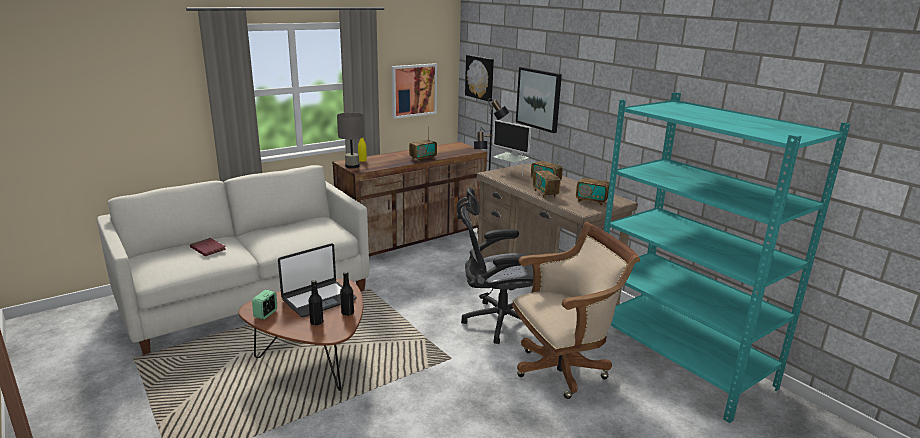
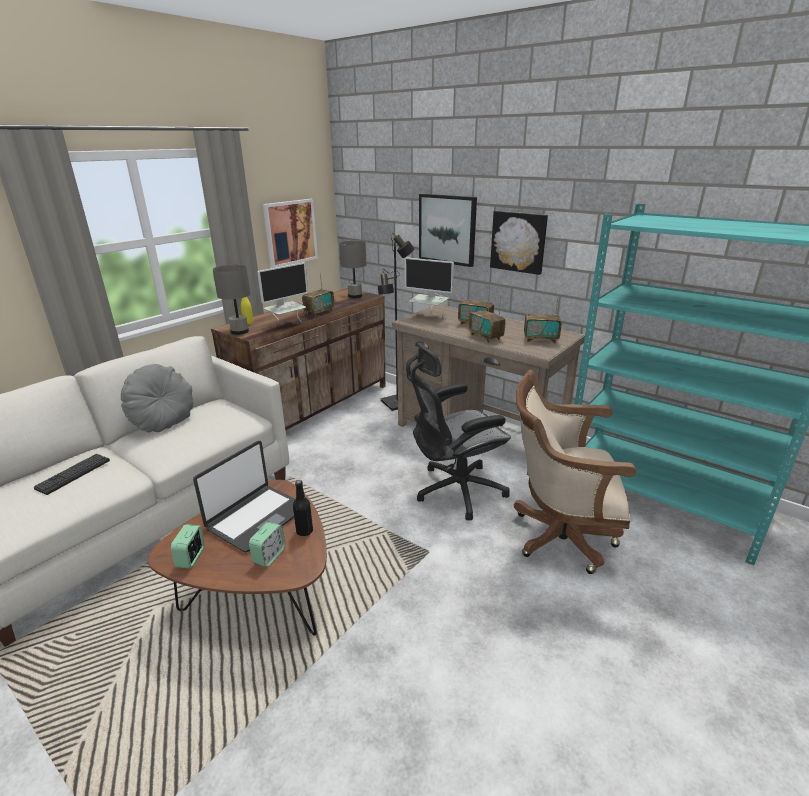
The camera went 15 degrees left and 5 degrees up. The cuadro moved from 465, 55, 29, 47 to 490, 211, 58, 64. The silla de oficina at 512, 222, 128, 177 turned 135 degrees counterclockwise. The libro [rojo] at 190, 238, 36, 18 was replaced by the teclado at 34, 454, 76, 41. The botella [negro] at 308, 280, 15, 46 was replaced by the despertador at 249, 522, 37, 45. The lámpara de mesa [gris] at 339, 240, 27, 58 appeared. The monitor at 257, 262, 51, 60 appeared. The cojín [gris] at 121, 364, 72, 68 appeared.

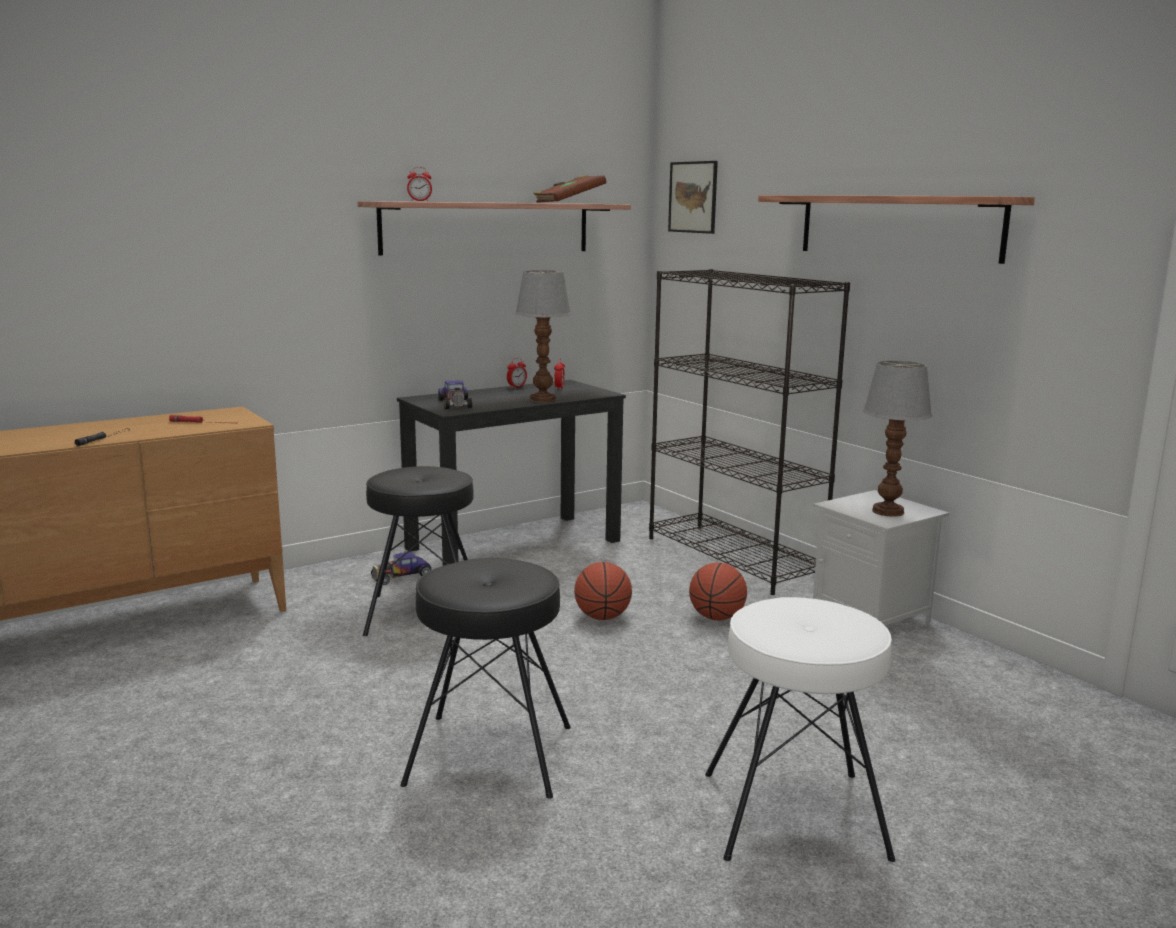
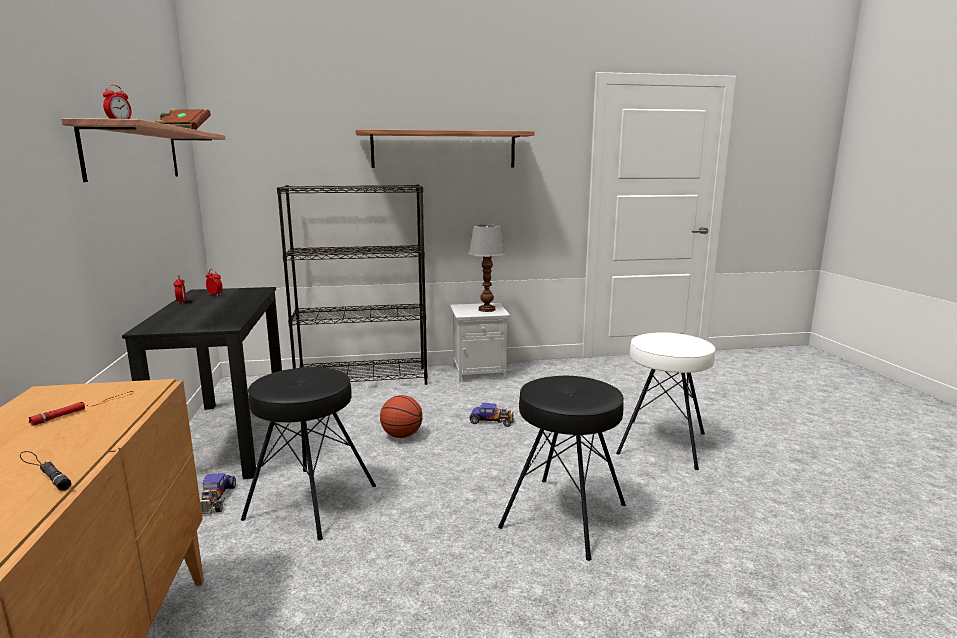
The camera went 65 degrees left and 0 degrees up. The cuadro at 668, 161, 50, 73 disappeared. The lámpara de mesa at 515, 270, 56, 133 disappeared. The coche de juguete moved from 438, 380, 34, 29 to 469, 403, 45, 24. The balón de baloncesto at 689, 562, 58, 58 disappeared.

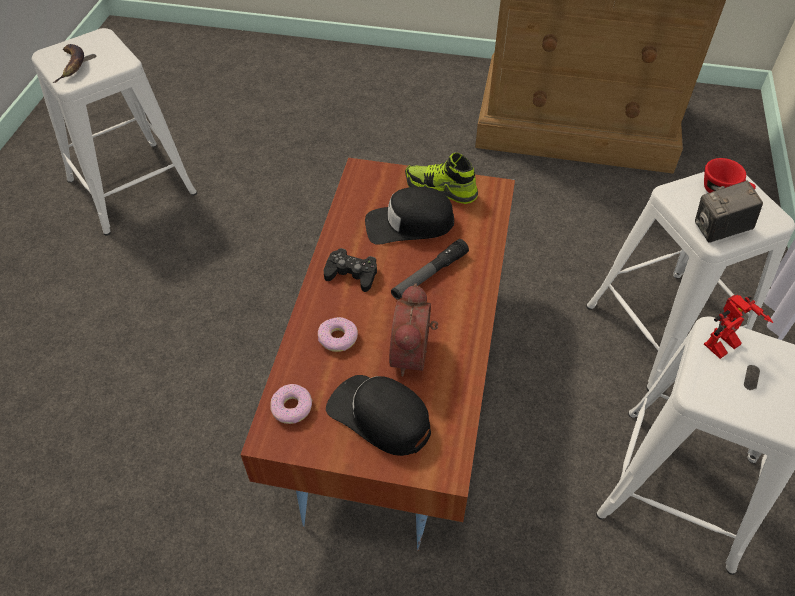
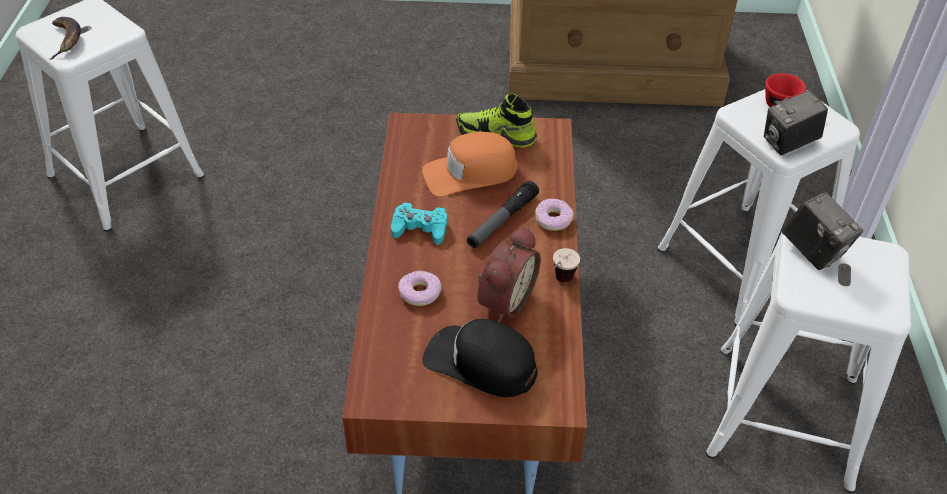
The camera went 10 degrees left and 5 degrees down. The gorra [negro] at 365, 187, 89, 58 became the gorra [naranja] at 422, 132, 96, 64. The mando de consola [negro] at 324, 248, 53, 44 became the mando de consola [turquesa] at 391, 202, 56, 43. The despertador at 389, 283, 49, 93 turned 150 degrees counterclockwise. The robot de juguete at 704, 295, 69, 64 was replaced by the cámara at 782, 192, 81, 78. The rosquilla moved from 270, 384, 42, 40 to 535, 199, 38, 32. The taza at 553, 248, 27, 34 appeared.

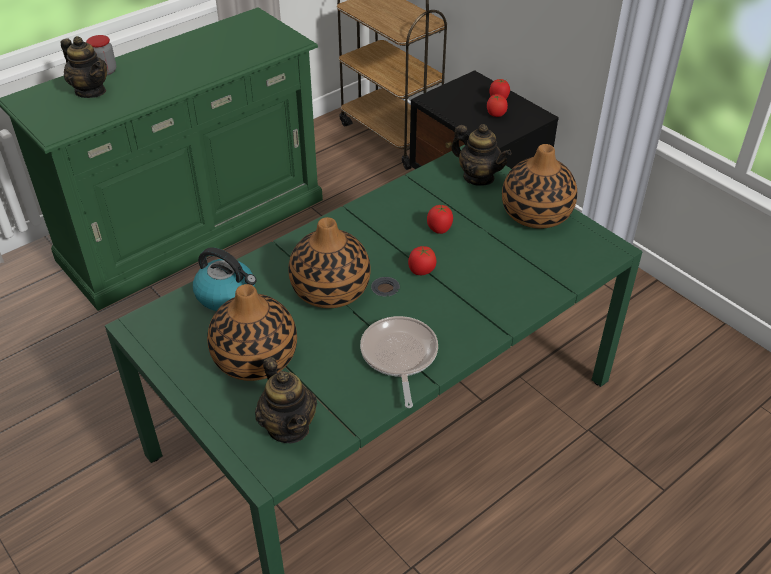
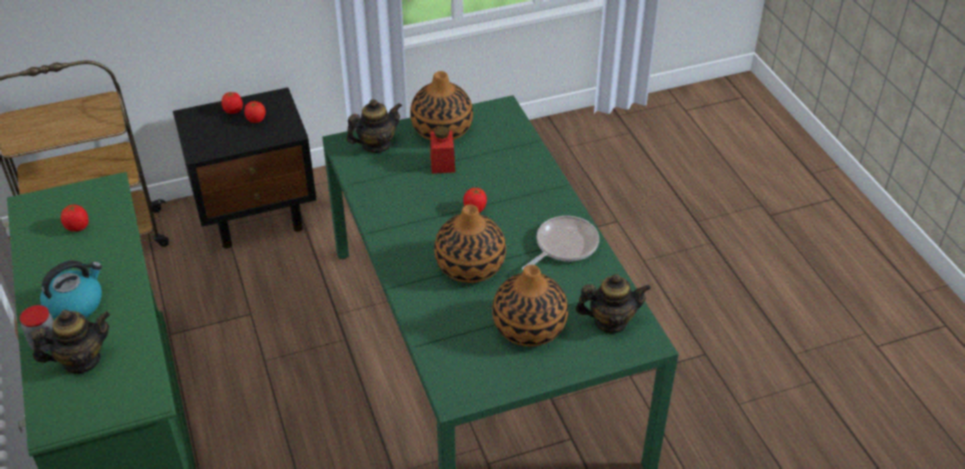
The camera went 70 degrees left and 0 degrees up. The tomate moved from 427, 205, 26, 29 to 61, 204, 28, 28. The hervidor moved from 193, 247, 64, 64 to 40, 260, 62, 59. The sartén at 360, 316, 78, 92 turned 120 degrees clockwise. The tarro [rojo] at 430, 126, 25, 48 appeared.

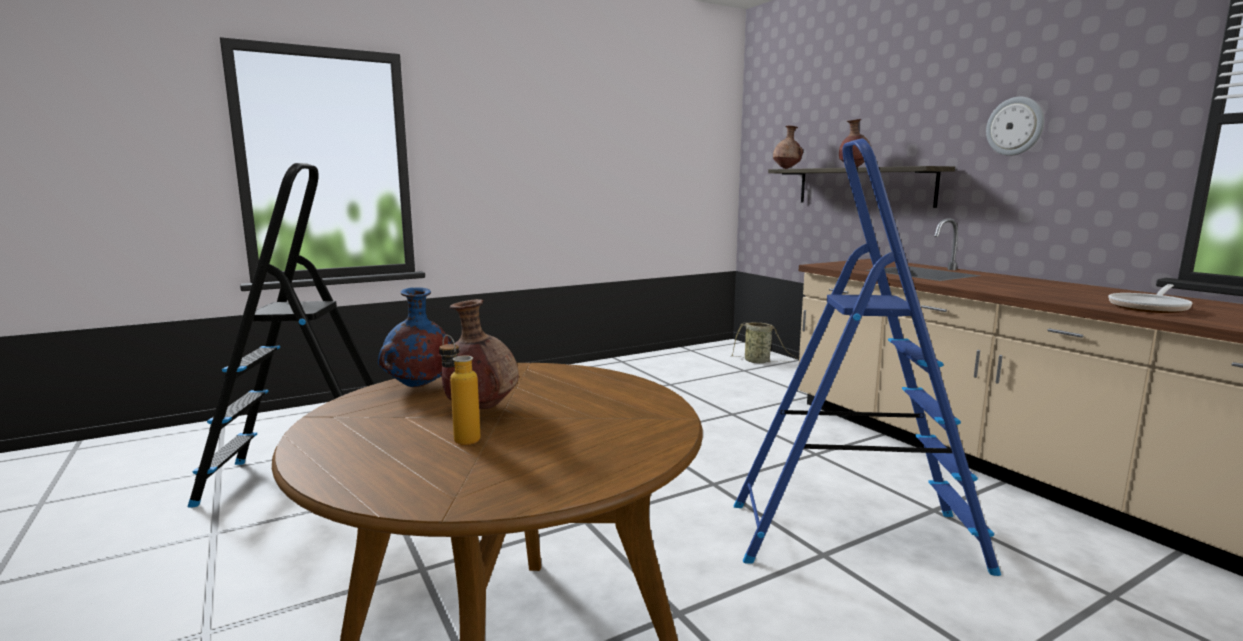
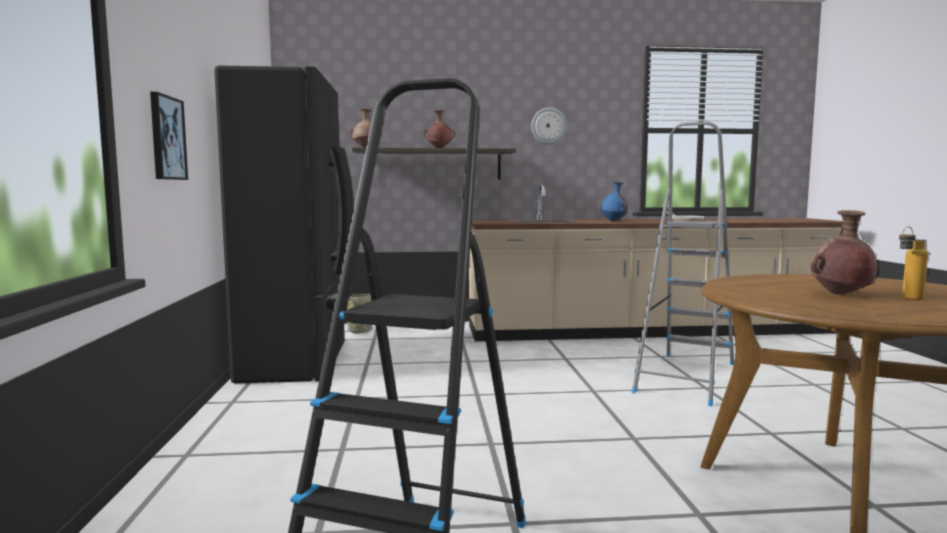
The camera went 65 degrees left and 5 degrees down. The escalera de tijera [azul] at 734, 139, 267, 437 became the escalera de tijera [gris] at 632, 121, 102, 285. The florero [azul] moved from 378, 287, 74, 100 to 601, 182, 27, 39. The nevera [negro] at 214, 66, 140, 317 appeared. The cuadro at 150, 92, 38, 88 appeared.

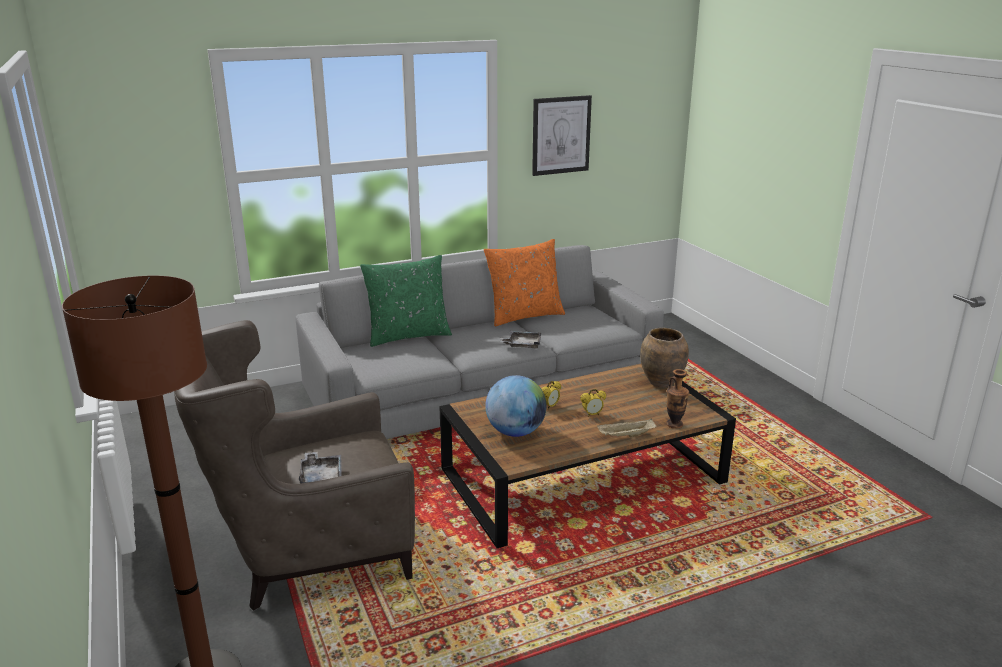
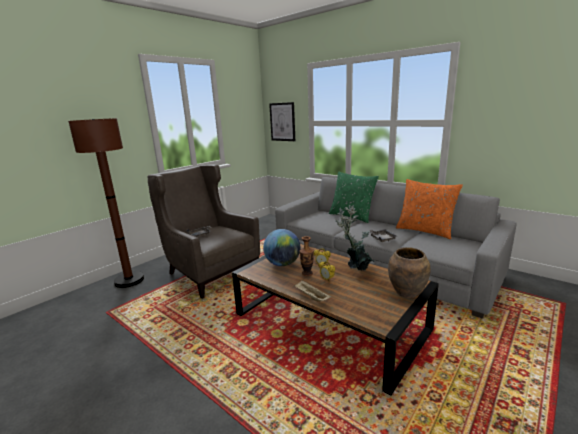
The camera went 65 degrees right and 5 degrees down. The cuadro moved from 532, 95, 60, 81 to 269, 102, 26, 39. The florero moved from 666, 369, 23, 60 to 300, 236, 14, 40. The planta en maceta at 335, 205, 39, 66 appeared.

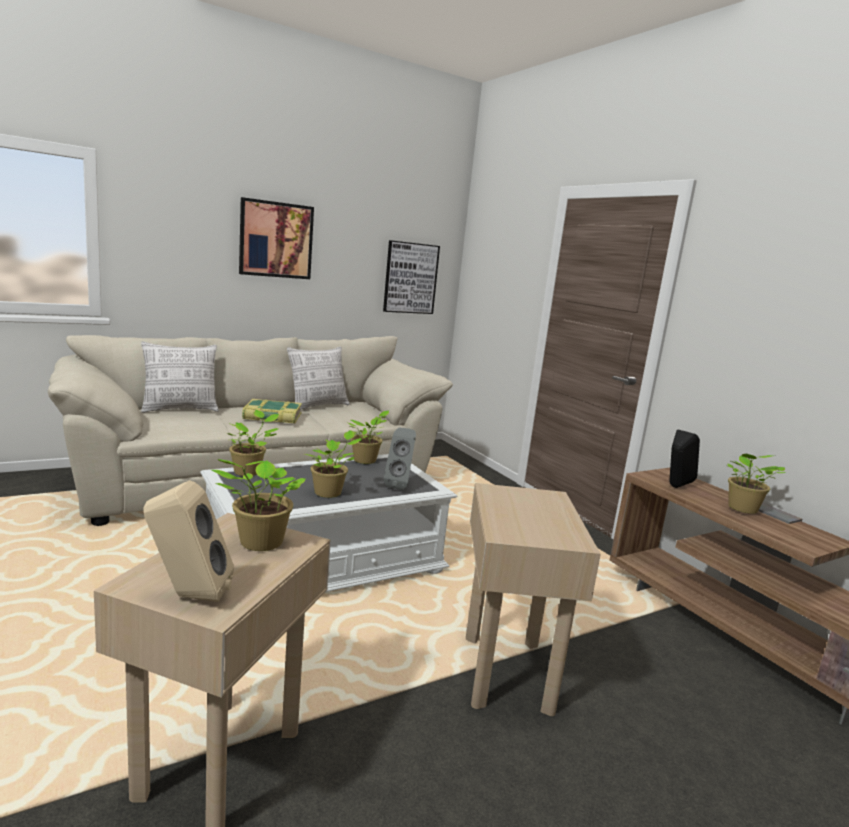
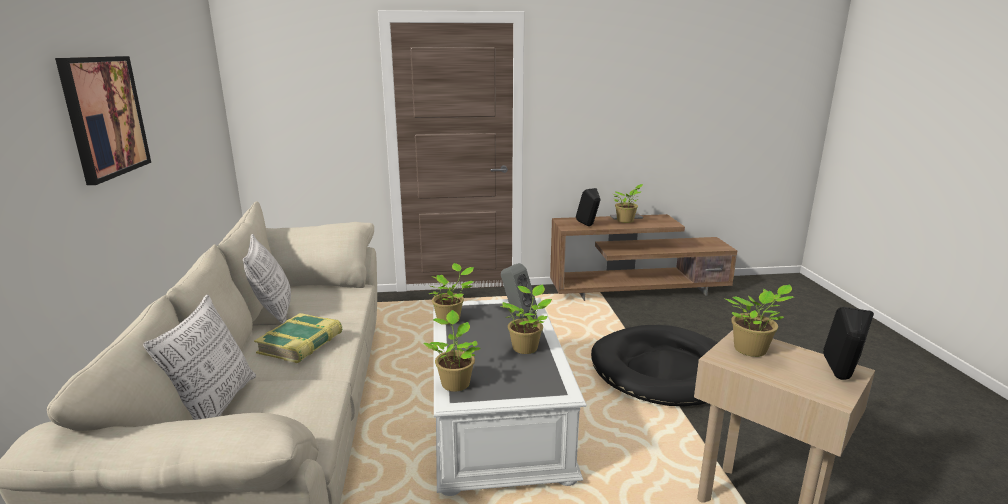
The camera went 65 degrees left and 5 degrees up. The cuadro at 383, 240, 57, 74 disappeared. The altavoz [beis] at 143, 480, 91, 122 became the altavoz [negro] at 823, 307, 51, 73. The mesa auxiliar [beis] at 466, 483, 135, 233 was replaced by the cama para perro [negro] at 591, 325, 127, 81.

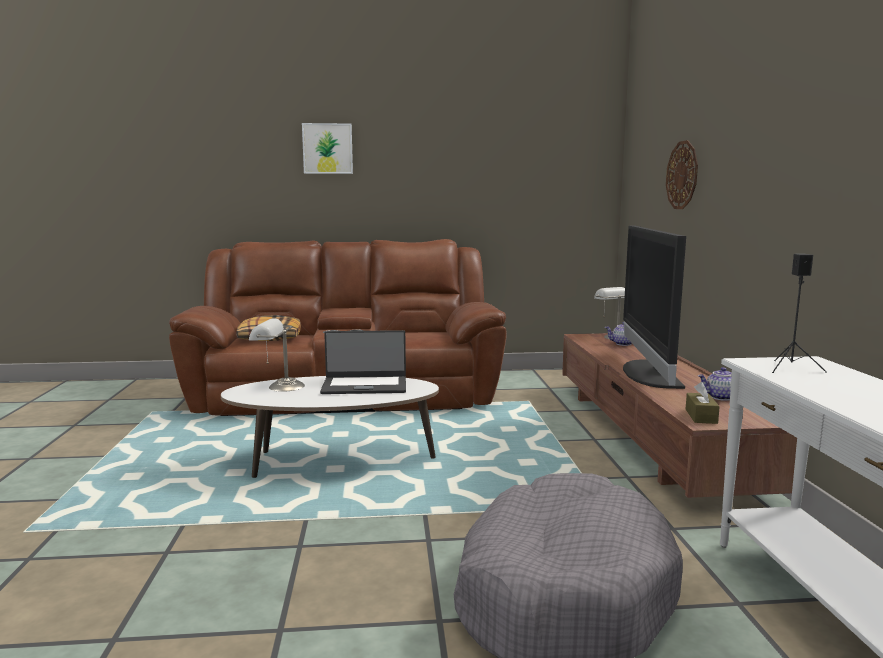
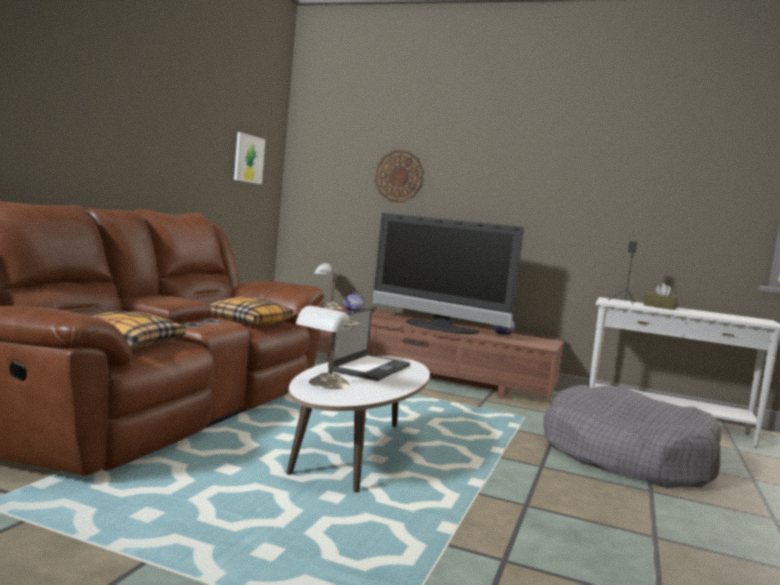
The camera went 65 degrees left and 5 degrees down. The cuadro moved from 302, 123, 51, 51 to 234, 132, 31, 52. The caja de pañuelos [marrón] moved from 686, 382, 34, 42 to 644, 283, 34, 27. The cojín at 210, 297, 84, 29 appeared.

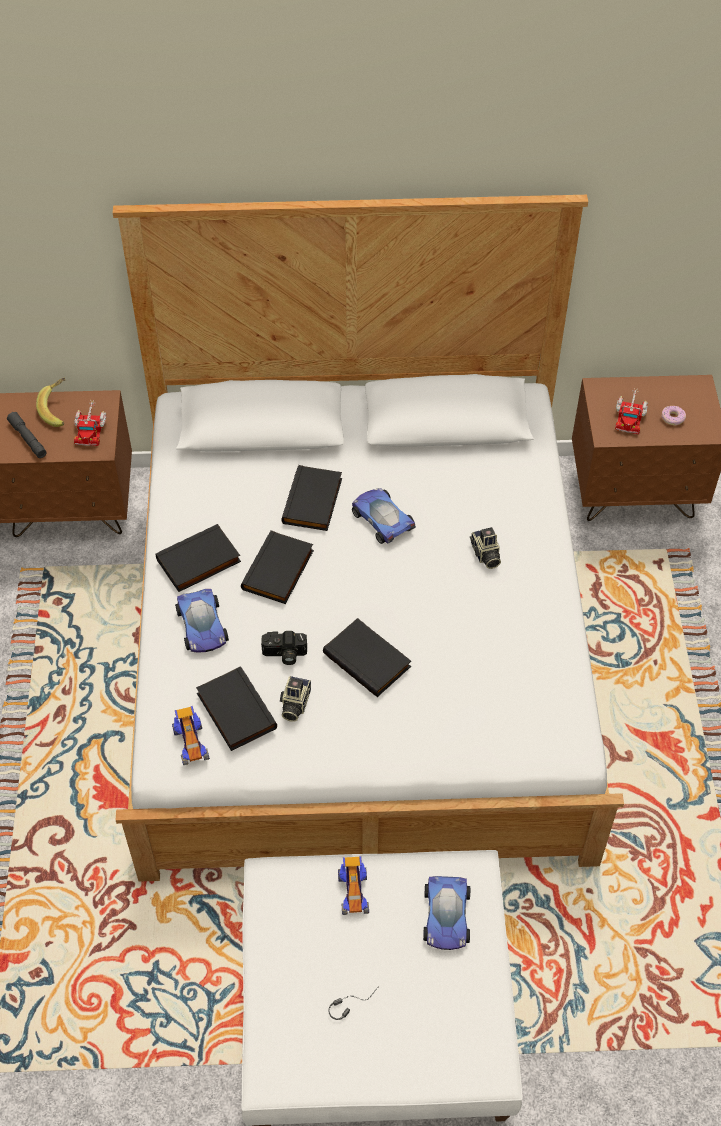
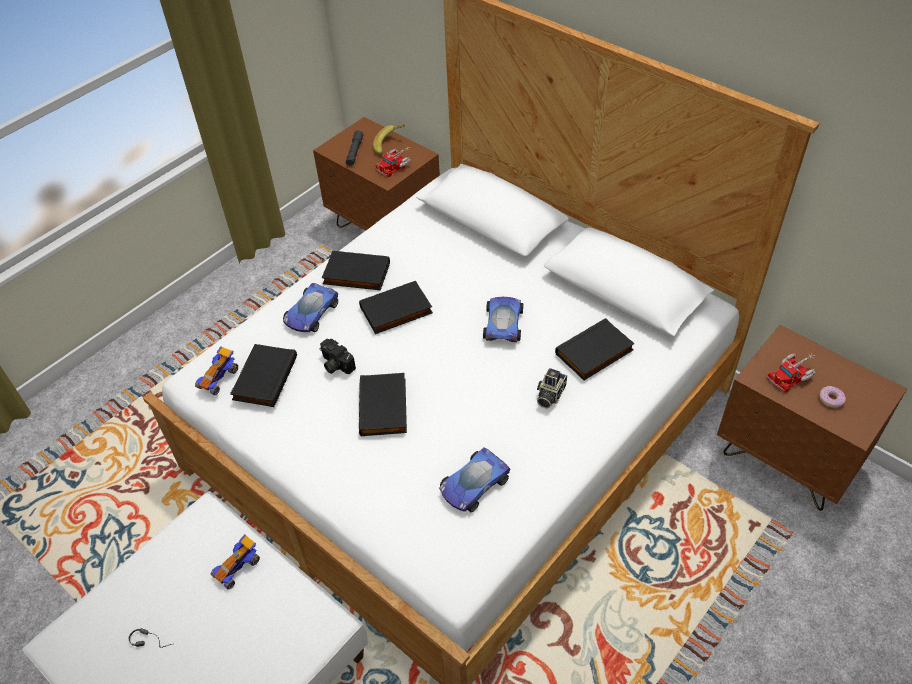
The camera went 45 degrees right and 5 degrees down. The libro [negro] moved from 282, 465, 60, 66 to 555, 318, 80, 62. The cámara at 280, 676, 31, 46 disappeared. The coche de juguete moved from 423, 876, 47, 74 to 439, 447, 72, 65.

